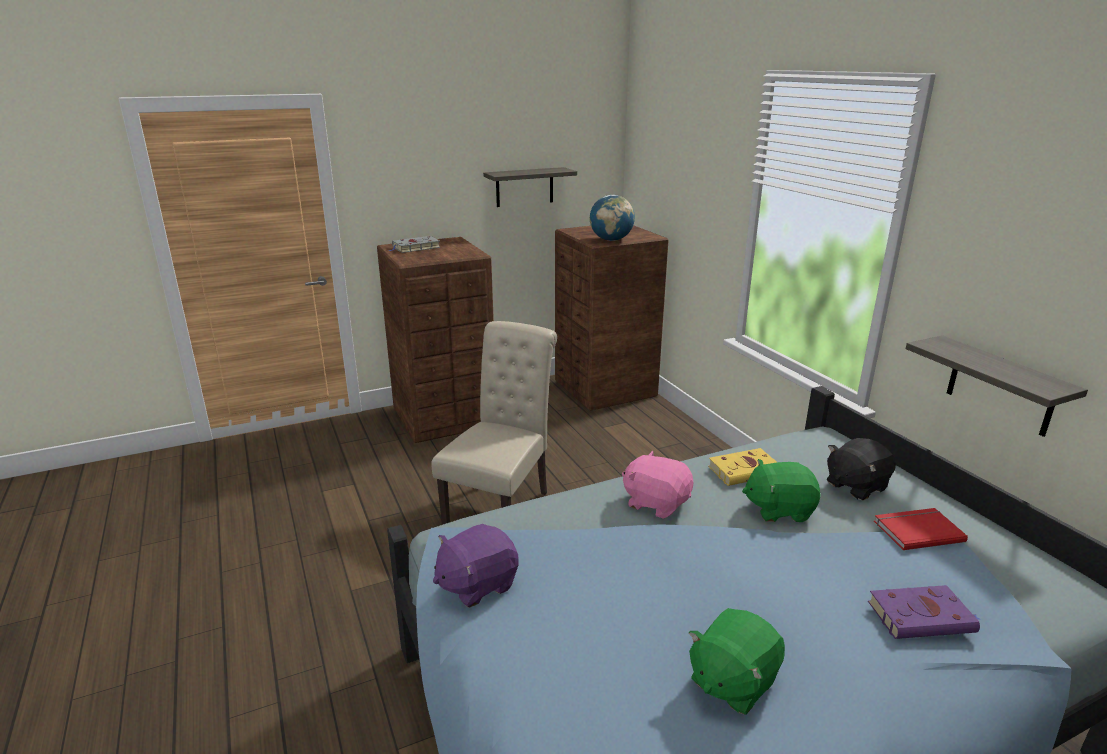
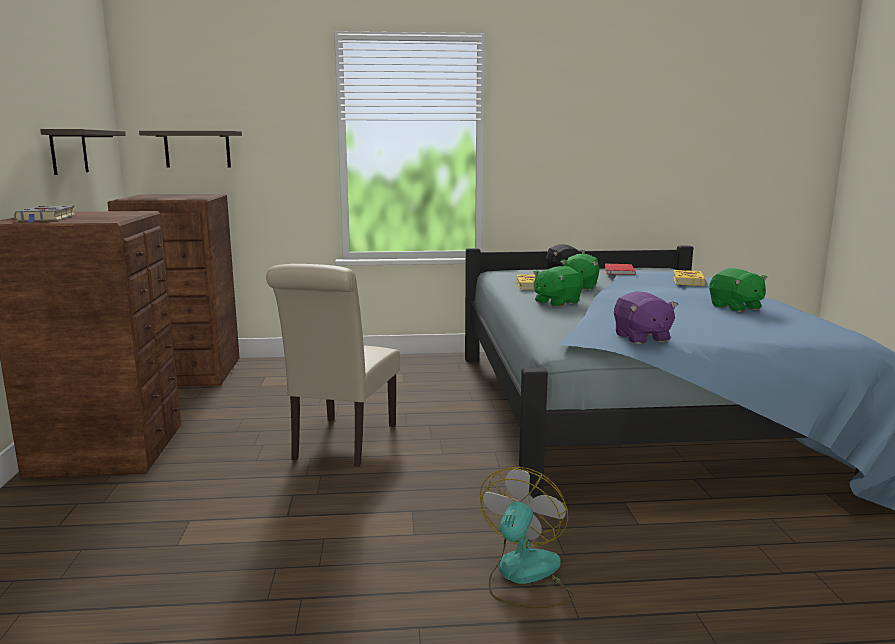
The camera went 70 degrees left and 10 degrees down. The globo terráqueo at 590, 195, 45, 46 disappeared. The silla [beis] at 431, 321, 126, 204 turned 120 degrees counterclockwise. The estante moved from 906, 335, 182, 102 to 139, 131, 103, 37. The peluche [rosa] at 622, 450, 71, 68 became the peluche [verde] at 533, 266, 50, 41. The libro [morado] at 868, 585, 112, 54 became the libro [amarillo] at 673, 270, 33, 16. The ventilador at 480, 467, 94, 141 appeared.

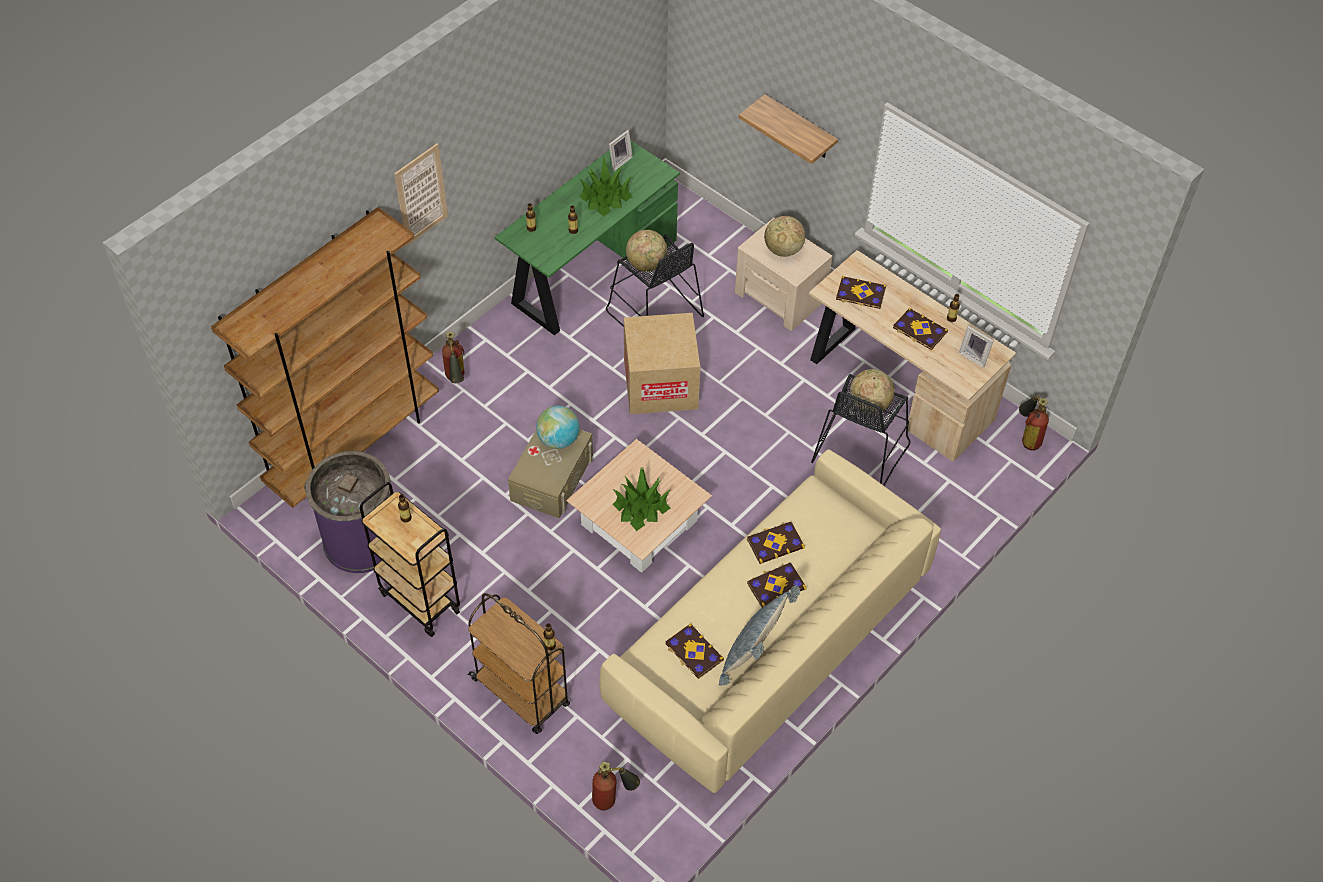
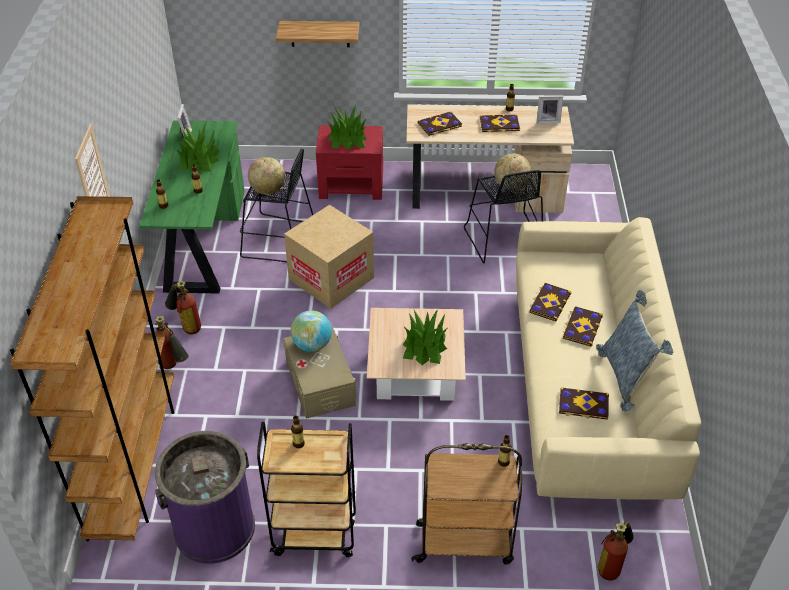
The camera went 40 degrees left and 10 degrees down. The globo terráqueo at 764, 216, 41, 41 was replaced by the planta en maceta at 328, 104, 39, 46. The mesita de noche [beis] at 735, 218, 97, 113 became the mesita de noche [rojo] at 316, 125, 67, 75. The extintor moved from 1019, 396, 30, 55 to 165, 281, 36, 53.

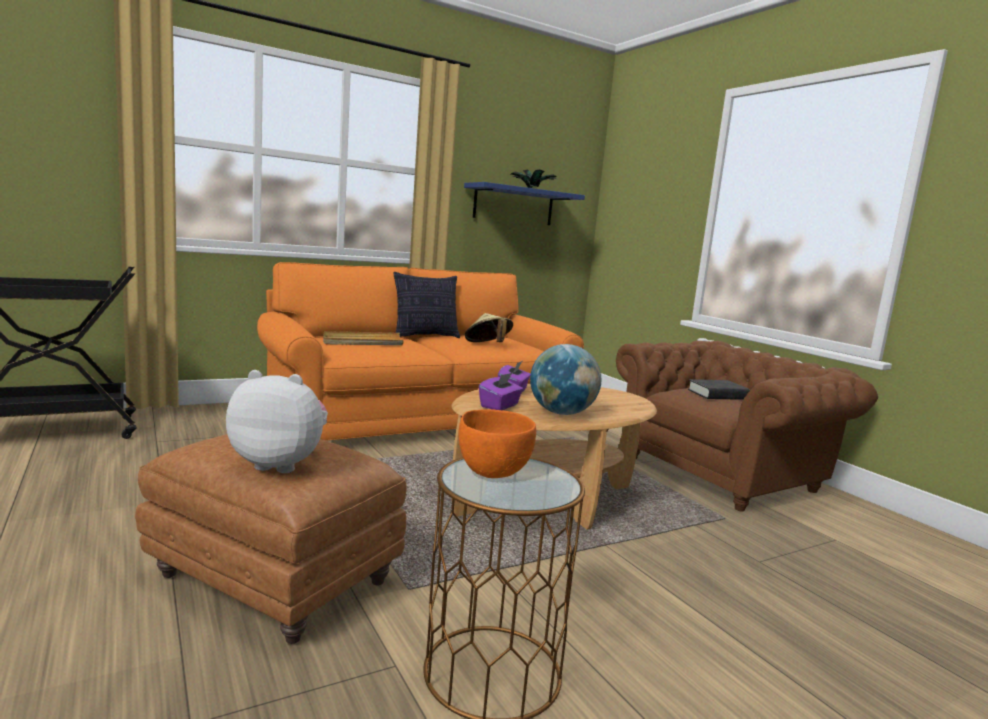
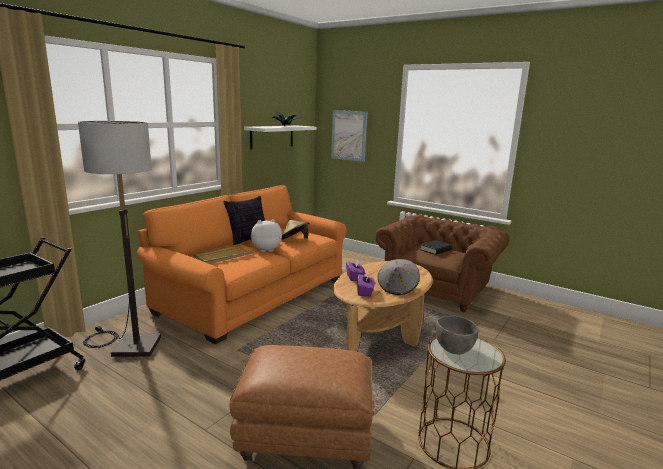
The camera went 25 degrees left and 5 degrees up. The estante [azul] at 464, 182, 121, 43 became the estante [blanco] at 244, 125, 73, 25. The globo terráqueo at 530, 344, 71, 71 was replaced by the sombrero [gris] at 378, 259, 42, 36. The peluche moved from 226, 370, 102, 103 to 251, 219, 31, 33. The cuenco [naranja] at 458, 409, 78, 69 became the cuenco [gris] at 436, 316, 42, 38. The cuadro at 331, 110, 36, 52 appeared. The lámpara de pie at 78, 121, 83, 236 appeared.

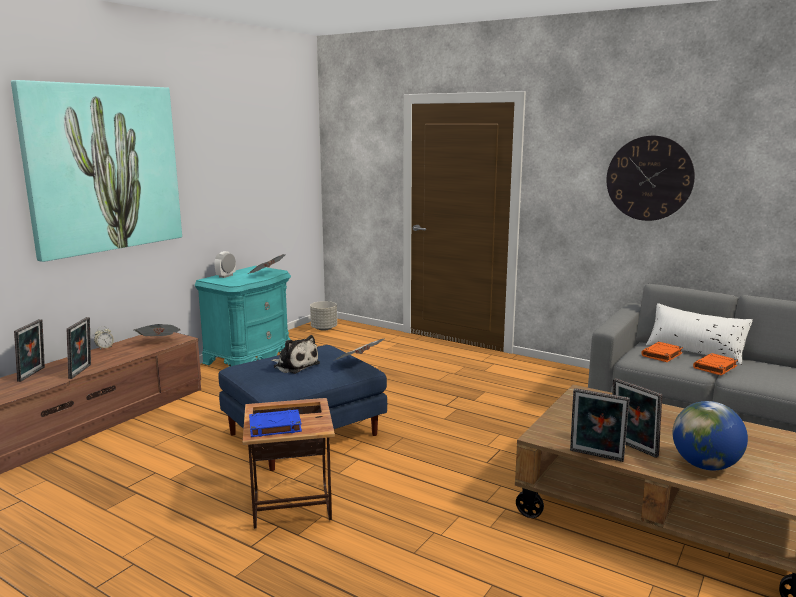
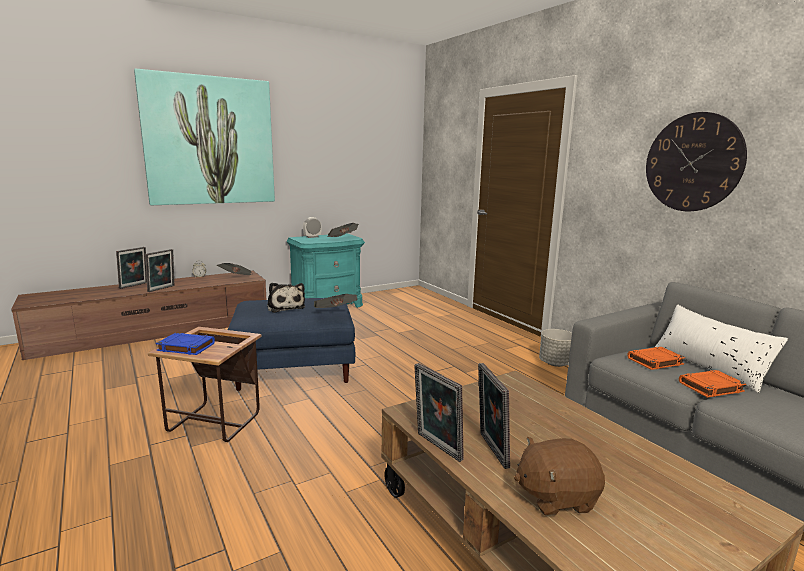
The camera went 25 degrees right and 0 degrees up. The maceta [gris] moved from 310, 301, 27, 30 to 539, 329, 33, 38. The globo terráqueo at 673, 401, 75, 69 was replaced by the peluche [marrón] at 514, 437, 91, 79.

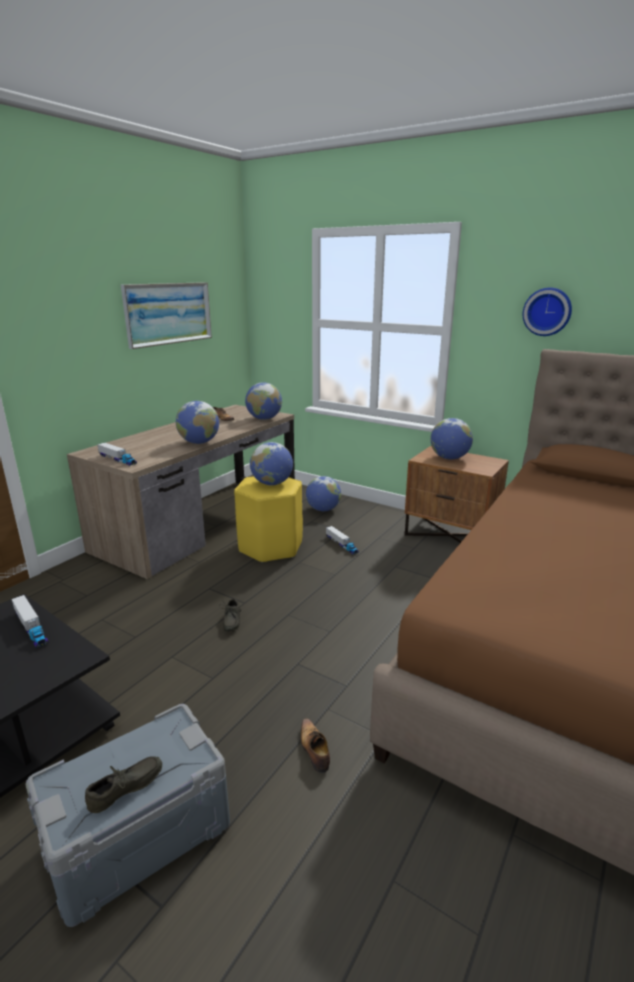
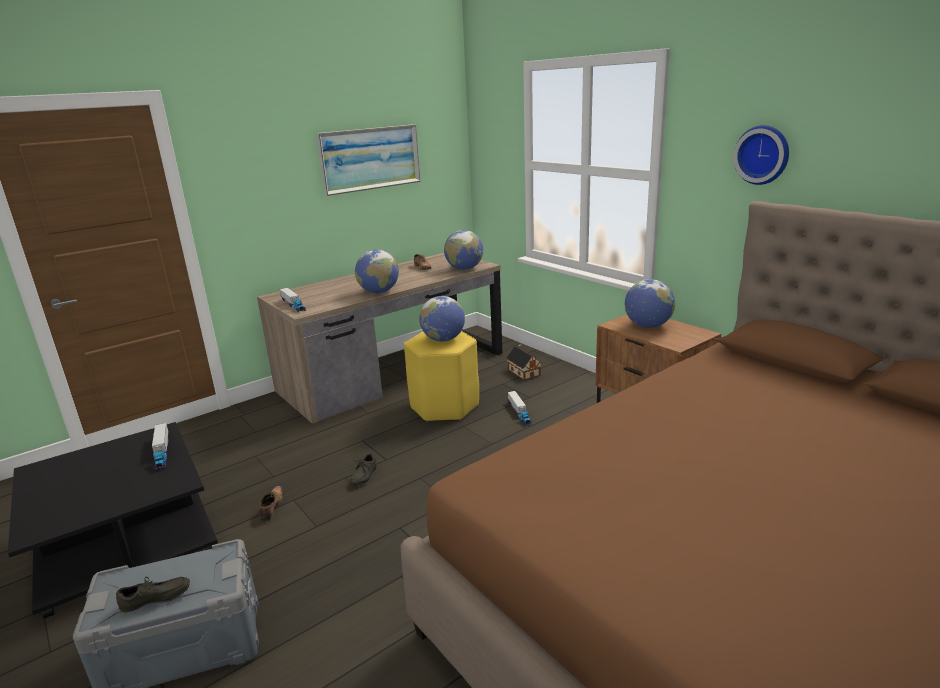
The camera went 20 degrees right and 0 degrees up. The globo terráqueo at 306, 476, 35, 35 was replaced by the casita at 506, 344, 36, 37. The zapato moved from 301, 718, 29, 55 to 259, 486, 24, 35.

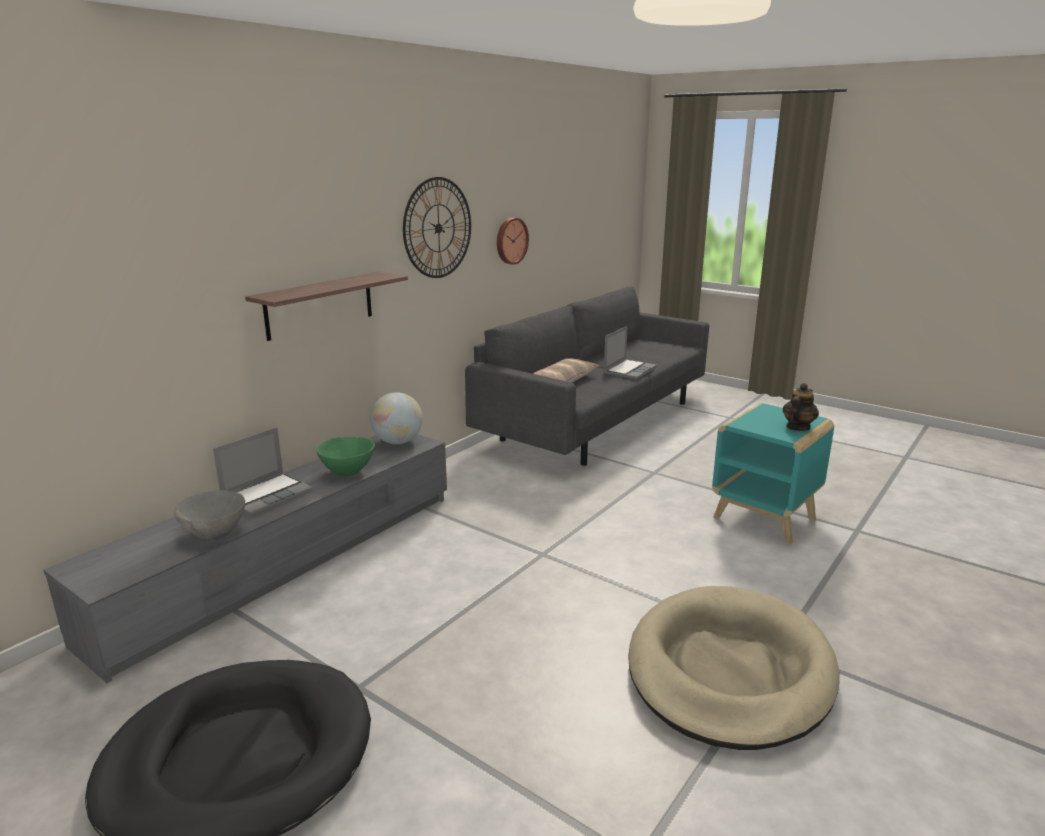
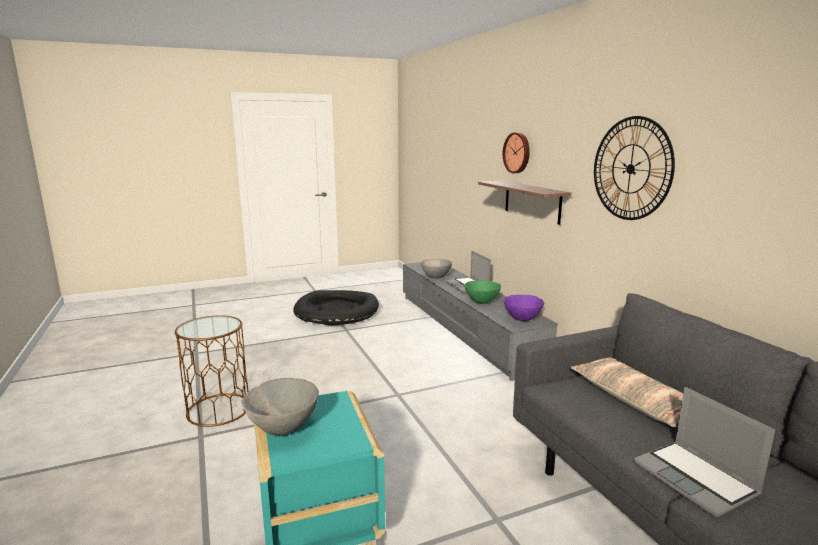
The camera went 120 degrees right and 5 degrees down. The reloj de pared moved from 497, 218, 32, 47 to 503, 132, 27, 41. The tetera at 783, 383, 36, 48 was replaced by the cuenco [gris] at 241, 378, 78, 58. The globo terráqueo at 370, 392, 53, 52 was replaced by the cuenco [morado] at 504, 295, 40, 26. The cama para perro [beis] at 628, 586, 212, 164 was replaced by the mesa auxiliar [marrón] at 175, 315, 73, 112.

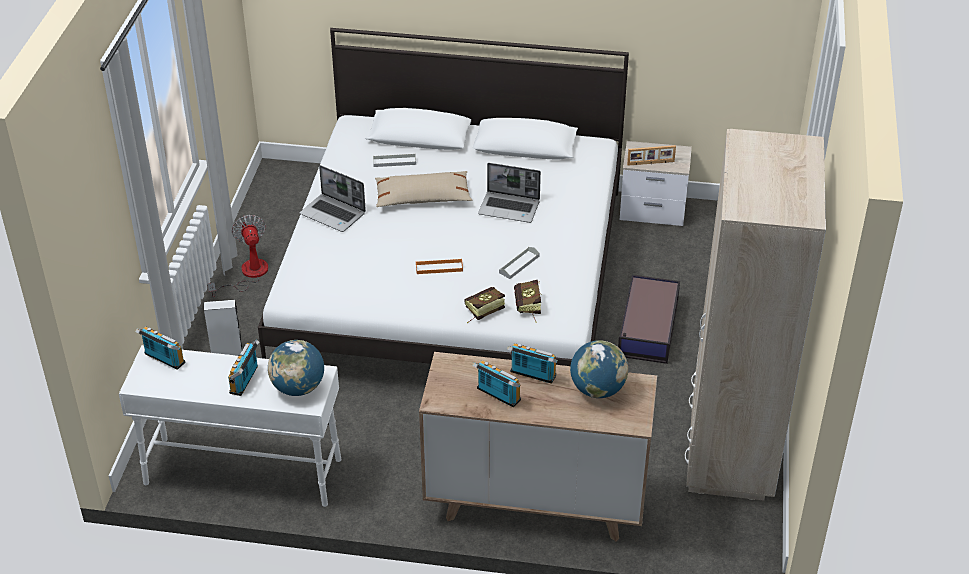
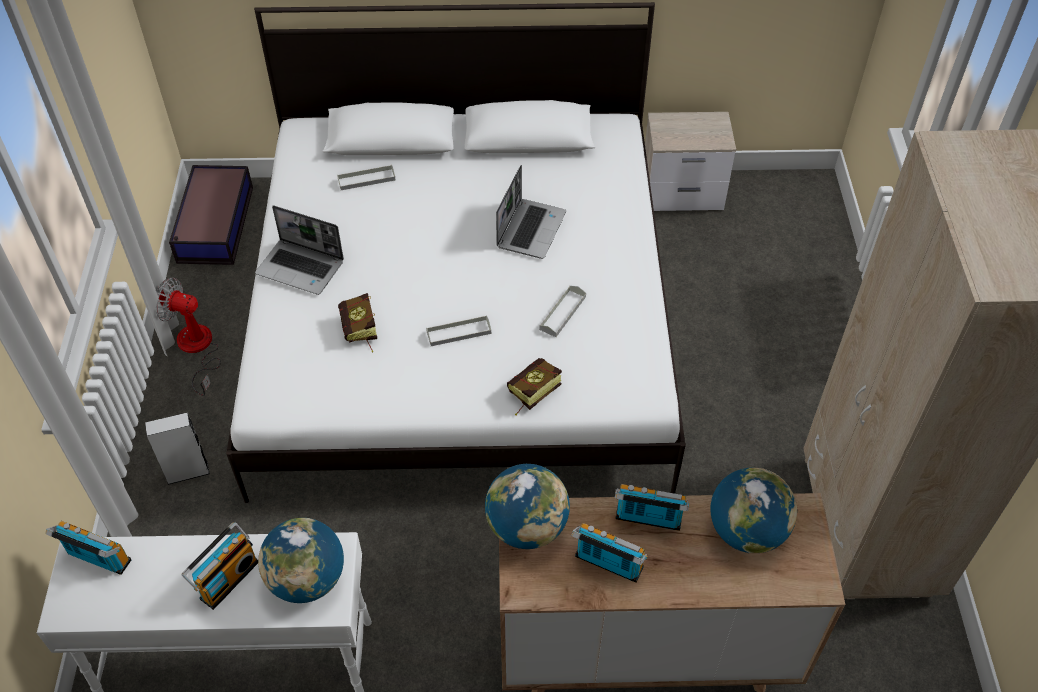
The camera went 10 degrees left and 10 degrees up. The portarretratos at 627, 145, 49, 21 disappeared. The portátil at 478, 163, 63, 60 turned 75 degrees counterclockwise. The cojín [beis] at 375, 171, 97, 36 disappeared. The ventilador at 207, 215, 61, 83 turned 45 degrees counterclockwise. The bandeja [naranja] at 416, 258, 47, 16 became the bandeja [gris] at 426, 315, 65, 31. The caja de almacenaje moved from 618, 275, 62, 89 to 169, 165, 84, 100. The libro moved from 514, 279, 28, 44 to 338, 293, 39, 59. The radio at 228, 340, 31, 56 turned 150 degrees counterclockwise. The globo terráqueo at 485, 464, 85, 85 appeared.

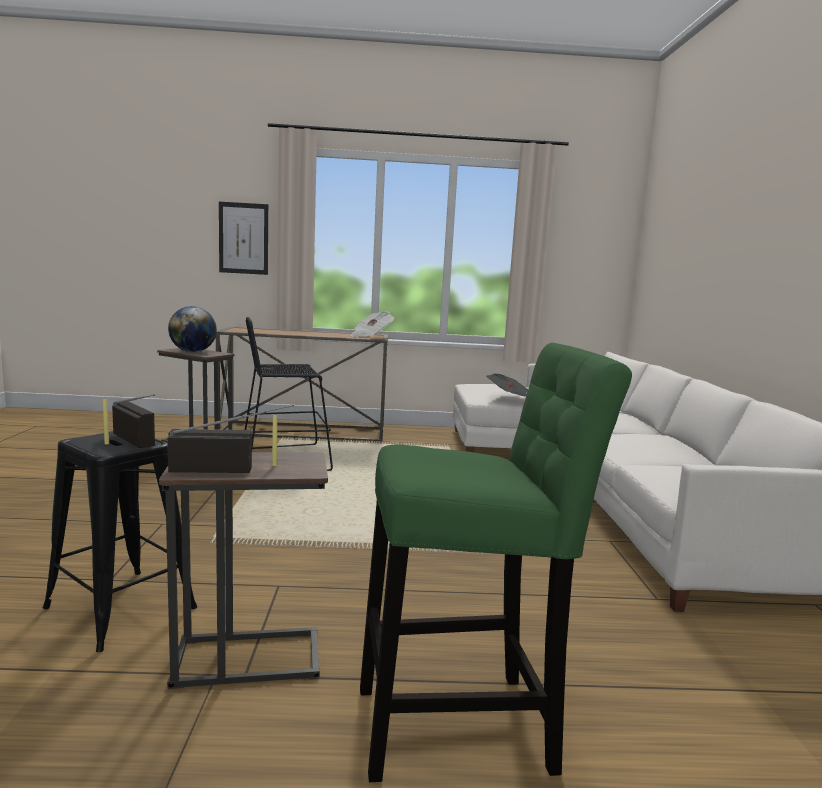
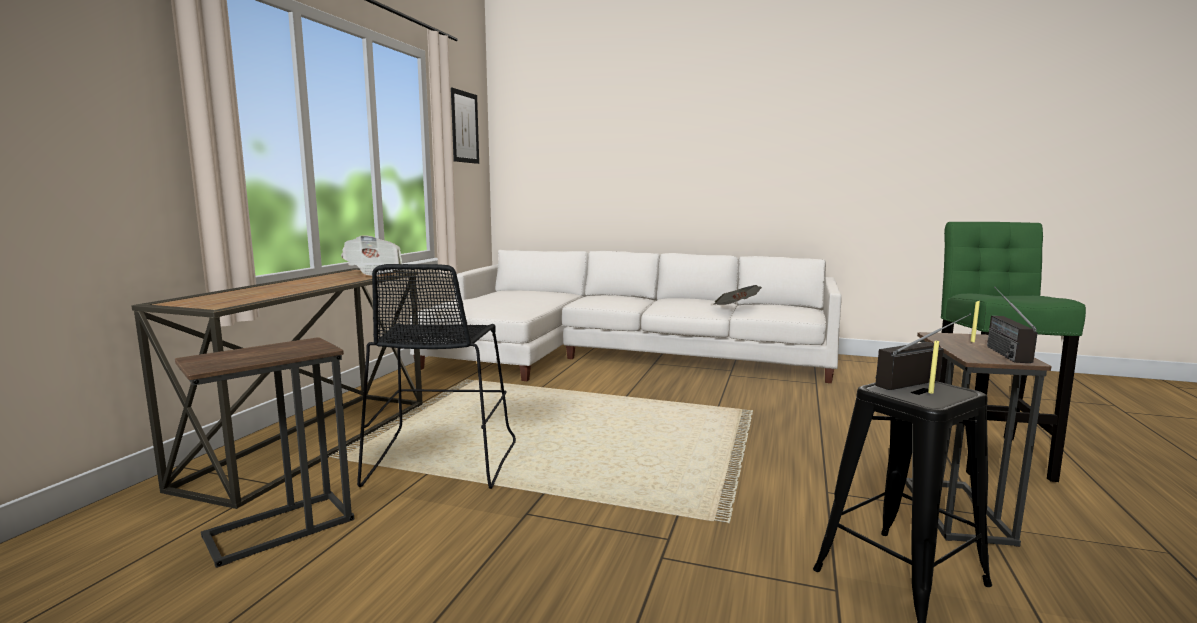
The camera went 70 degrees left and 0 degrees up. The cuadro moved from 219, 202, 49, 73 to 451, 87, 28, 77. The globo terráqueo at 168, 306, 49, 46 disappeared. The periódico moved from 486, 374, 42, 23 to 713, 285, 49, 20.

